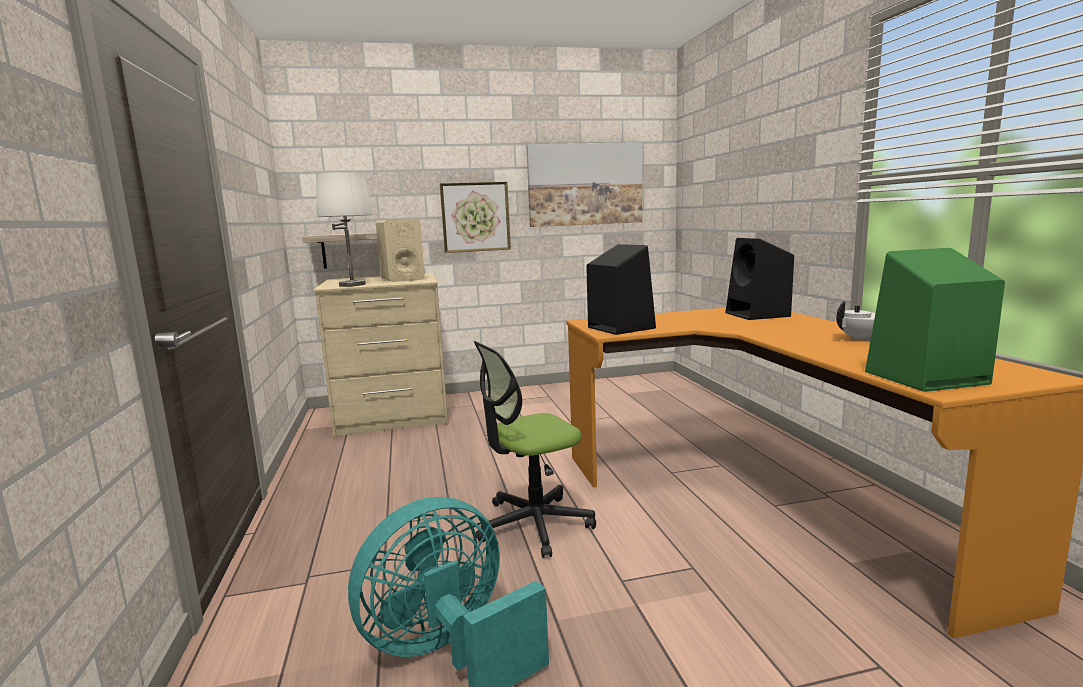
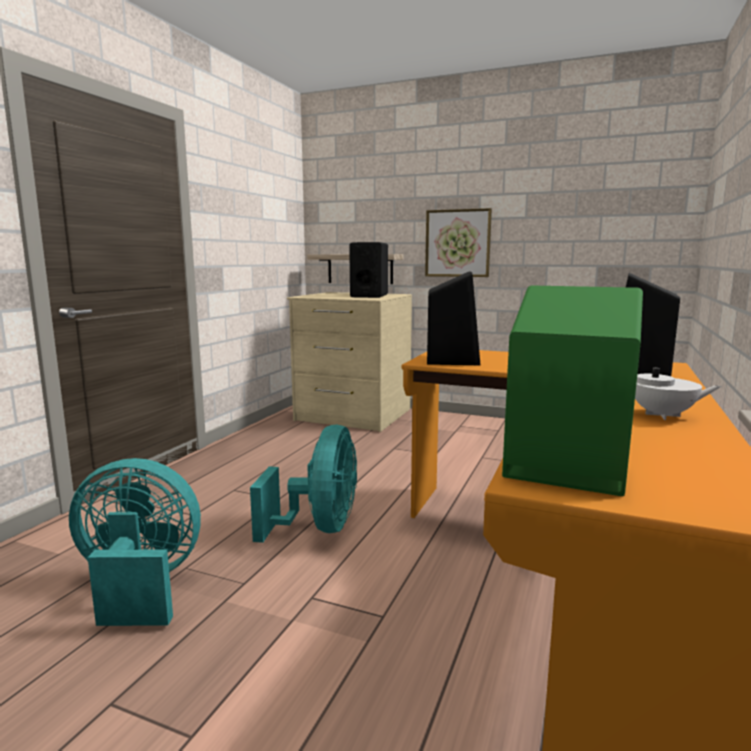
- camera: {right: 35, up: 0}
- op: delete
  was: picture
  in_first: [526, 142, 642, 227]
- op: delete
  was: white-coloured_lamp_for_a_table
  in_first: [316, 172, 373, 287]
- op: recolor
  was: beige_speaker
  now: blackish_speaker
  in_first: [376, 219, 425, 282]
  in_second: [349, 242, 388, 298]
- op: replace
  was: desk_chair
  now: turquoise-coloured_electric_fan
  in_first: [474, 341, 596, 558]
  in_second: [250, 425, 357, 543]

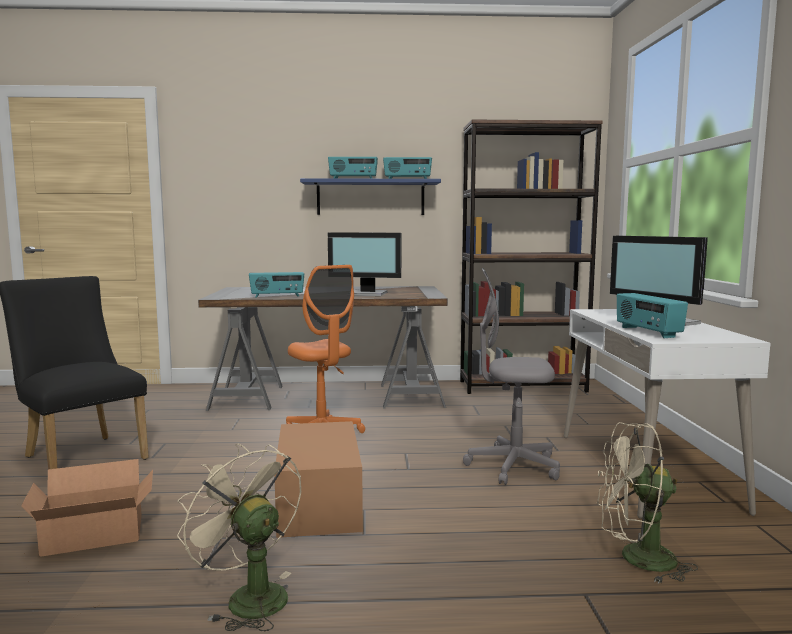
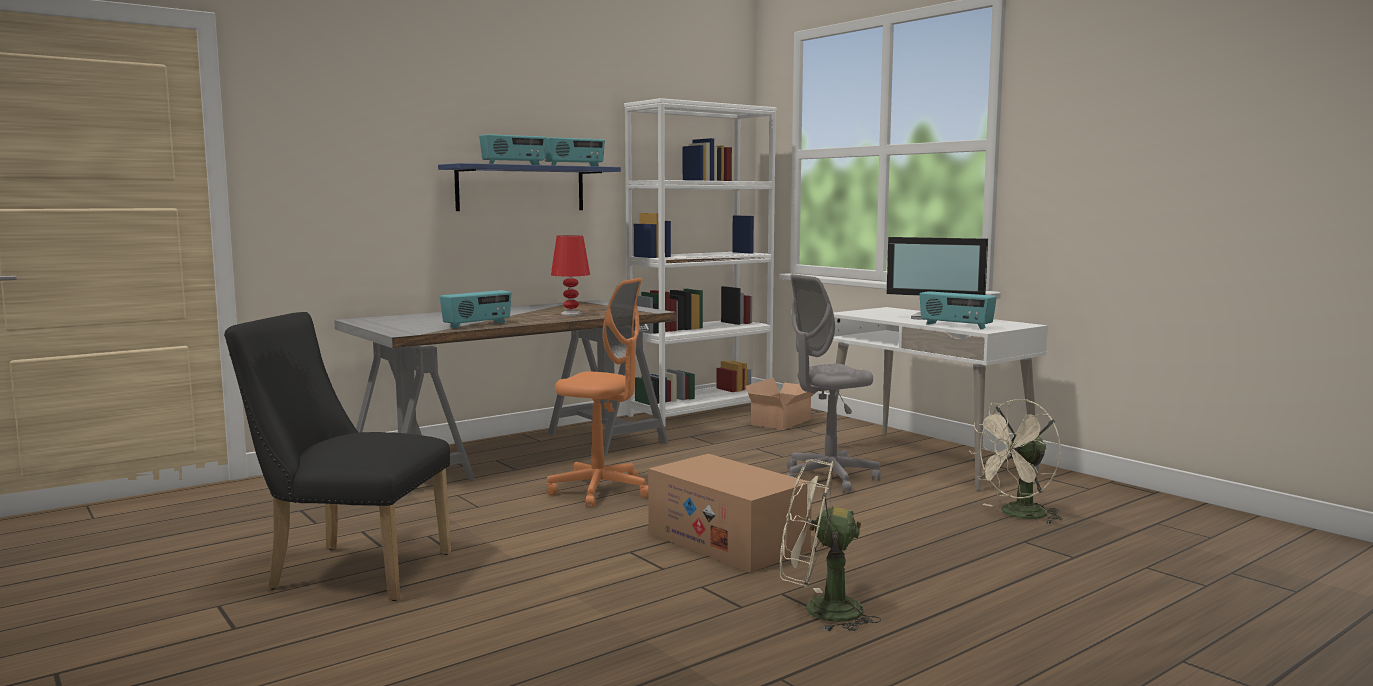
- camera: {right: -35, up: 0}
- op: recolor
  was: brown_bookshelf
  now: white-coloured_bookshelf
  in_first: [460, 120, 603, 394]
  in_second: [624, 98, 777, 427]
- op: replace
  was: monitor
  now: red_lamp_for_a_table
  in_first: [328, 232, 401, 296]
  in_second: [551, 235, 590, 316]
- op: move
  was: packing_box
  in_first: [21, 459, 153, 557]
  in_second: [745, 378, 814, 430]

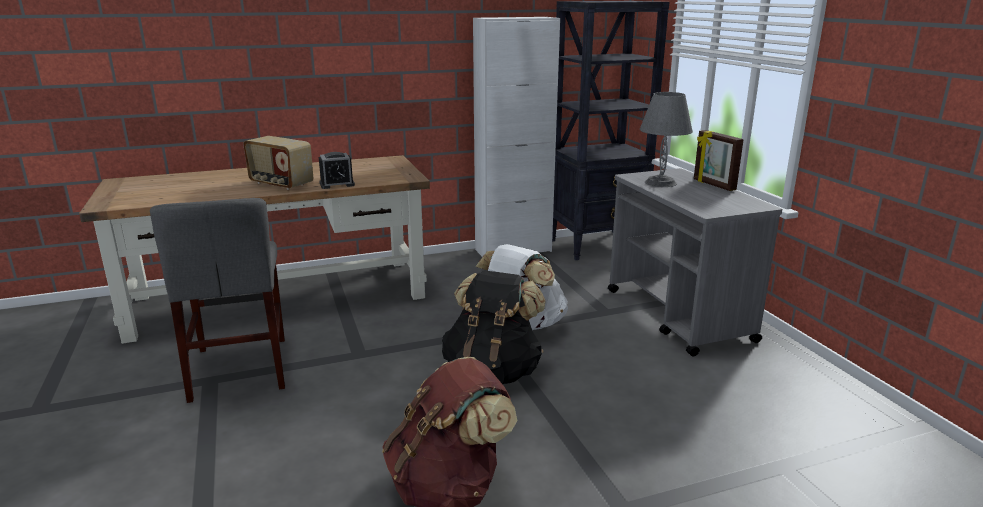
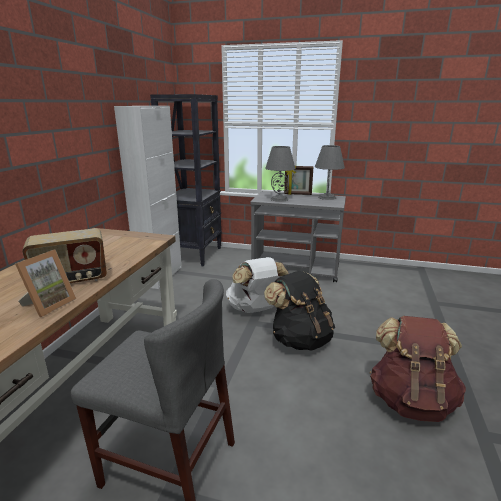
- camera: {right: -55, up: 0}
- op: delete
  was: alarm_clock
  in_first: [319, 152, 355, 189]
- op: insert
  now: gray_lamp_for_a_table
  in_second: [315, 145, 345, 200]
- op: insert
  now: photo_frame
  in_second: [15, 249, 76, 317]

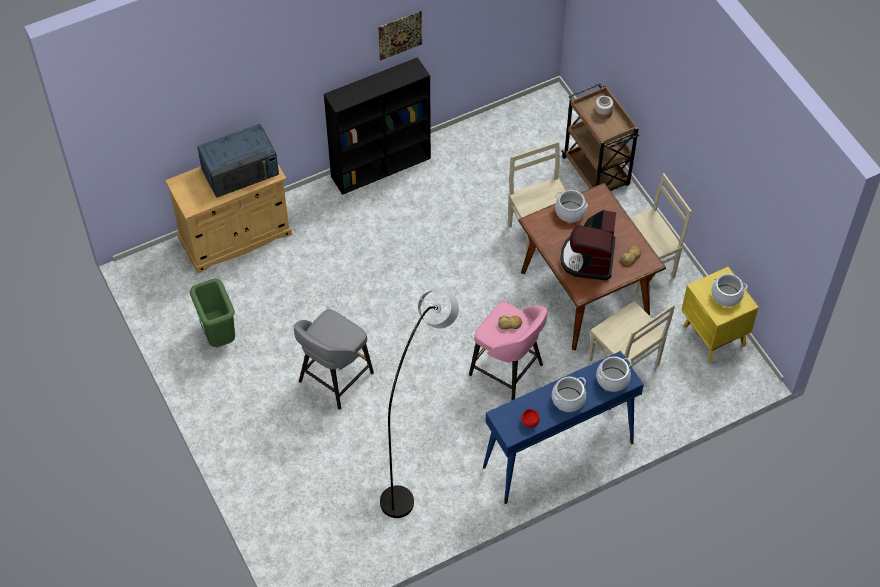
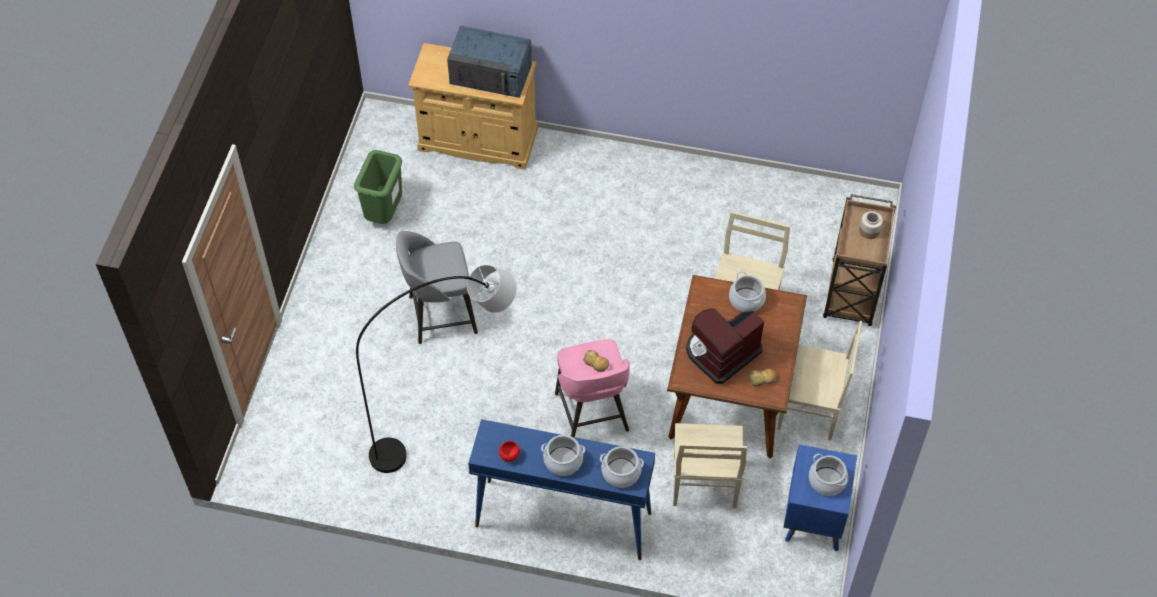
- camera: {right: 40, up: 0}
- op: delete
  was: picture
  in_first: [378, 11, 422, 61]
- op: delete
  was: blackish_bookshelf
  in_first: [324, 57, 431, 195]
- op: recolor
  was: yellow_nightstand
  now: blue-coloured_nightstand
  in_first: [681, 267, 759, 363]
  in_second: [783, 444, 857, 551]

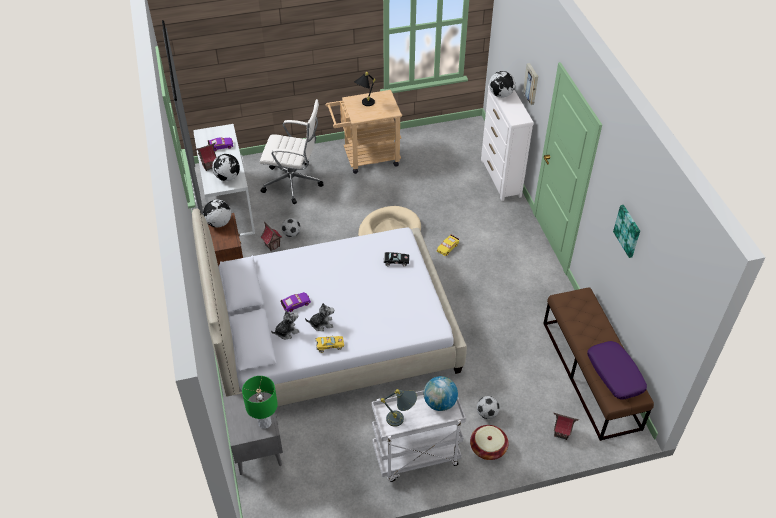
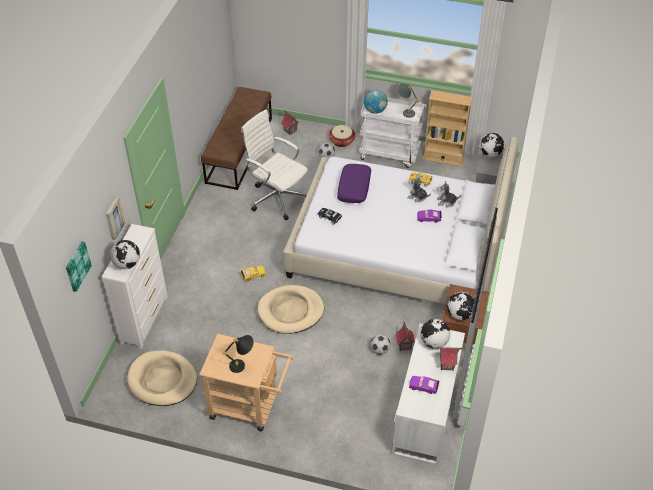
- camera: {right: -150, up: 0}
- op: move
  was: white-coloured_desk_chair
  in_first: [260, 99, 324, 204]
  in_second: [241, 109, 308, 220]
- op: move
  was: picture
  in_first: [613, 205, 640, 258]
  in_second: [66, 241, 92, 292]
- op: move
  was: purple_pillow
  in_first: [587, 341, 647, 400]
  in_second: [337, 164, 371, 203]
- op: replace
  was: green_lamp_for_a_table
  now: desk_globe
  in_first: [242, 376, 278, 429]
  in_second: [480, 133, 504, 157]
- op: insert
  now: beige_bookshelf
  in_second: [423, 90, 473, 167]
- op: insert
  now: beige_dog_cushion
  in_second: [127, 350, 197, 406]

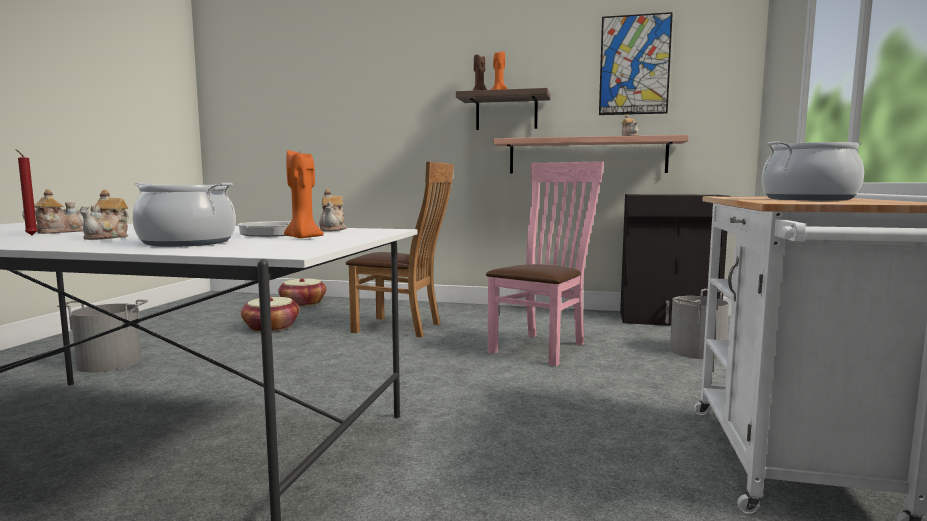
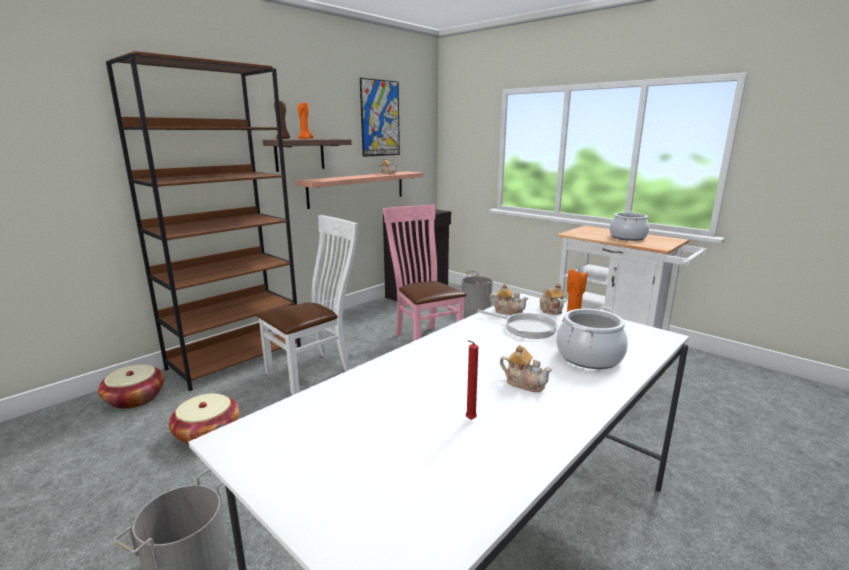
- camera: {right: -60, up: 10}
- op: recolor
  was: brown_plain_chair
  now: white-coloured_plain_chair
  in_first: [346, 162, 454, 337]
  in_second: [256, 215, 358, 395]
- op: move
  was: pot_for_tea
  in_first: [22, 189, 89, 234]
  in_second: [539, 283, 565, 315]
- op: insert
  now: brown_bookshelf
  in_second: [106, 51, 301, 391]

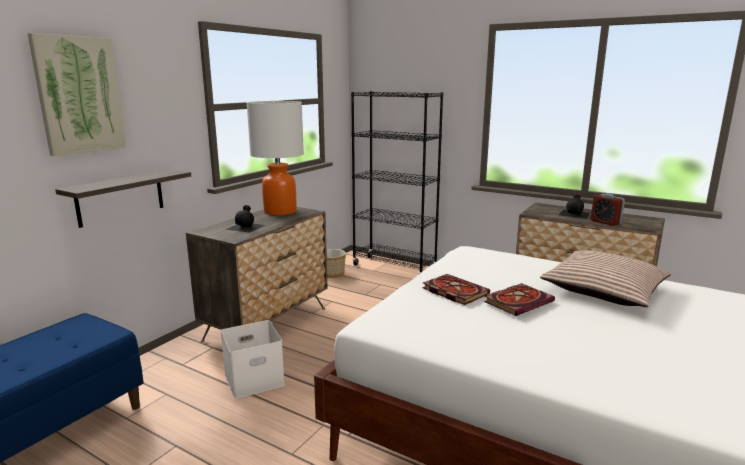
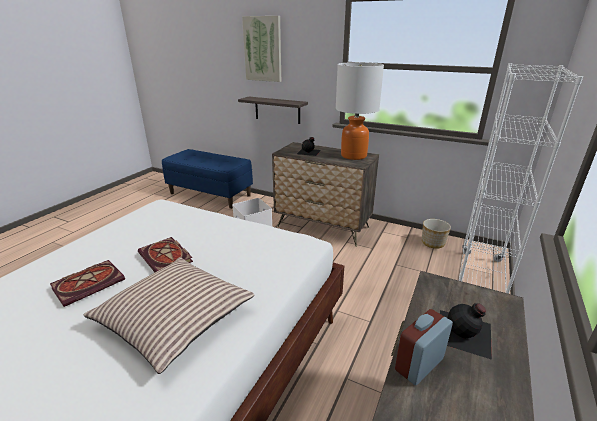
- camera: {right: 85, up: 10}
- op: recolor
  was: blackish_bookshelf
  now: white-coloured_bookshelf
  in_first: [351, 91, 443, 274]
  in_second: [459, 63, 583, 294]
- op: move
  was: bound_book
  in_first: [422, 274, 490, 305]
  in_second: [50, 260, 125, 307]

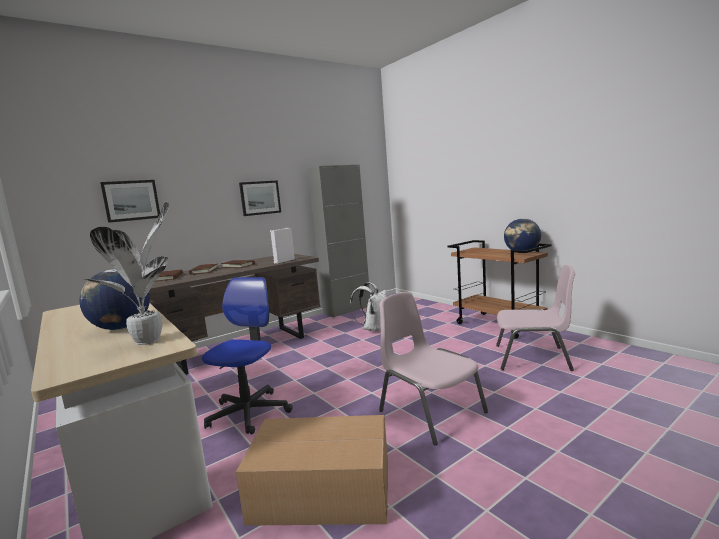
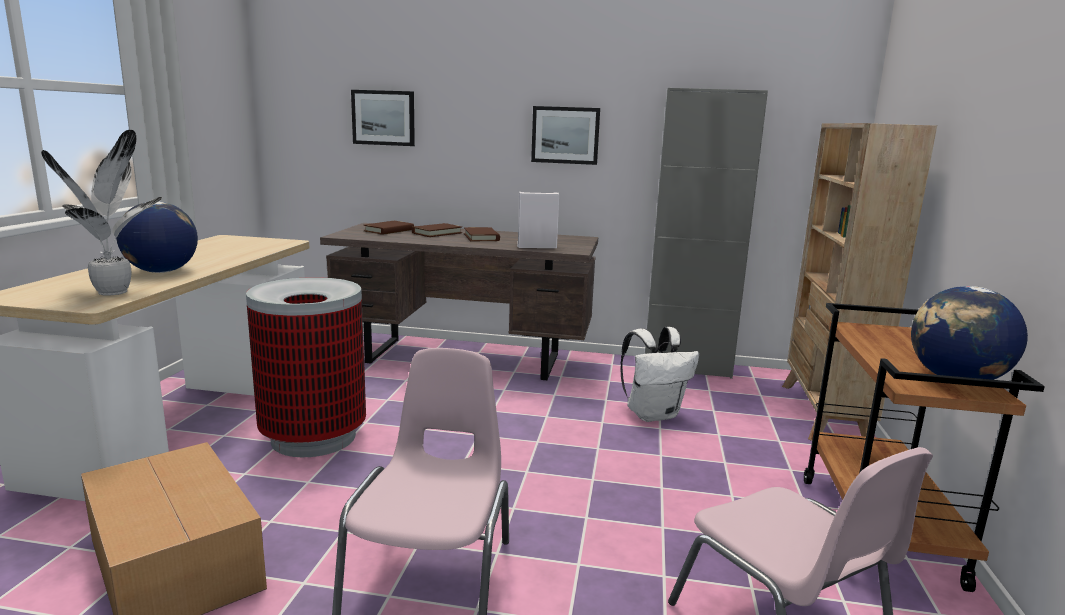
- camera: {right: 45, up: 5}
- op: replace
  was: desk_chair
  now: trash_can
  in_first: [202, 277, 293, 434]
  in_second: [246, 277, 366, 457]
- op: insert
  now: beige_bookshelf
  in_second: [782, 123, 937, 441]

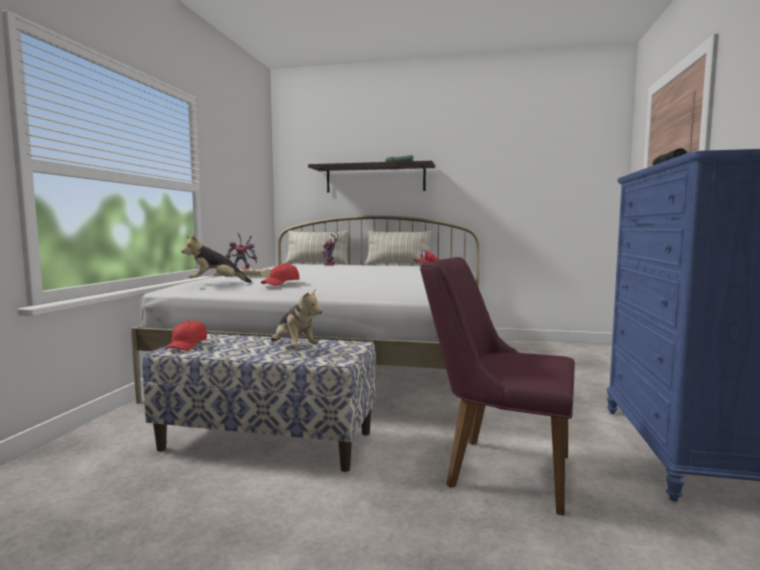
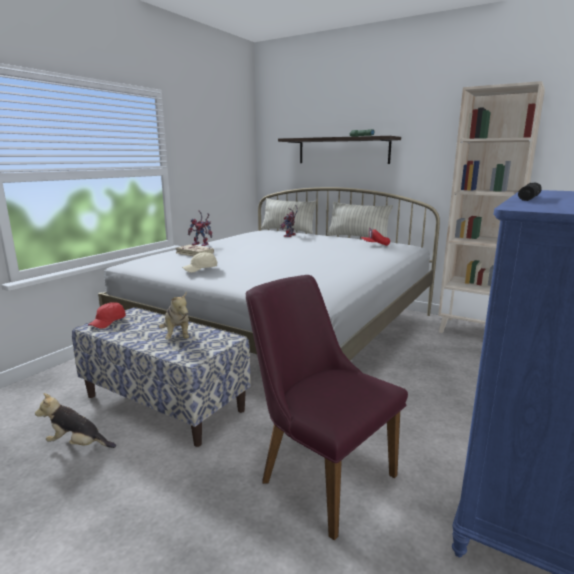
- camera: {right: 20, up: 10}
- op: move
  was: cuddly_toy
  in_first: [181, 235, 252, 283]
  in_second: [35, 393, 116, 448]
- op: recolor
  was: red_baseball_cap
  now: beige_baseball_cap
  in_first: [261, 264, 299, 286]
  in_second: [182, 252, 217, 273]
- op: insert
  now: beige_bookshelf
  in_second: [438, 81, 545, 333]

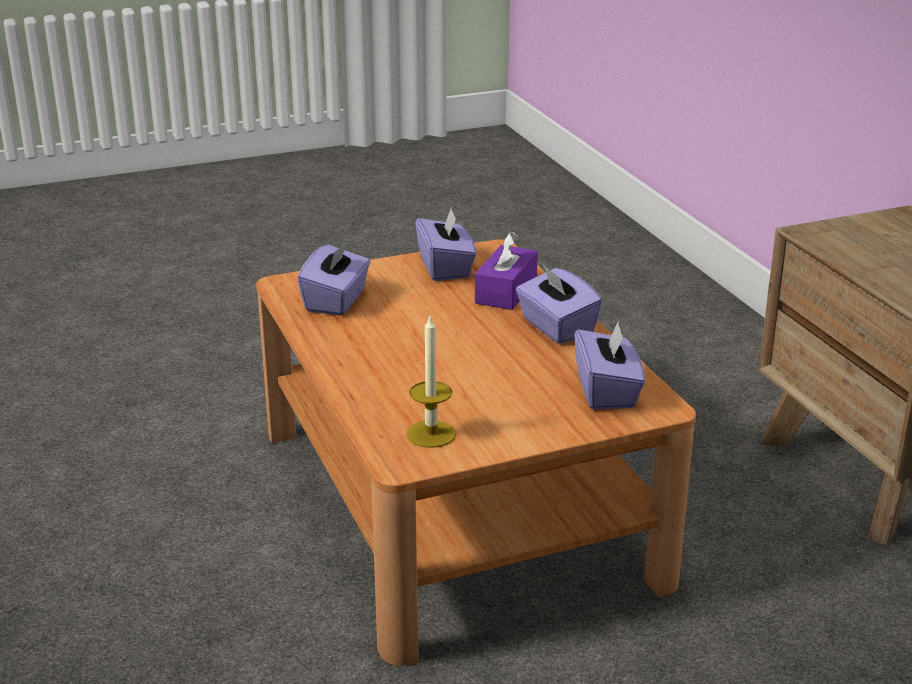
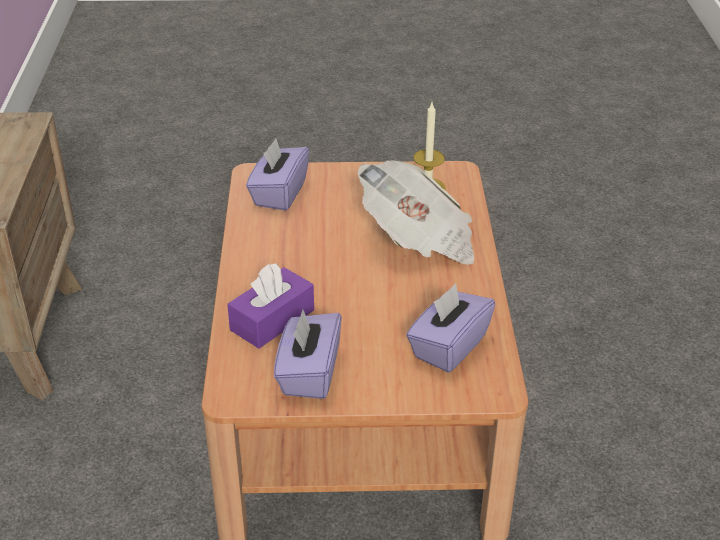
- camera: {right: -160, up: 10}
- op: delete
  was: purple_box_of_tissues
  in_first: [516, 264, 602, 344]
- op: insert
  now: printed_paper
  in_second: [357, 160, 474, 265]

